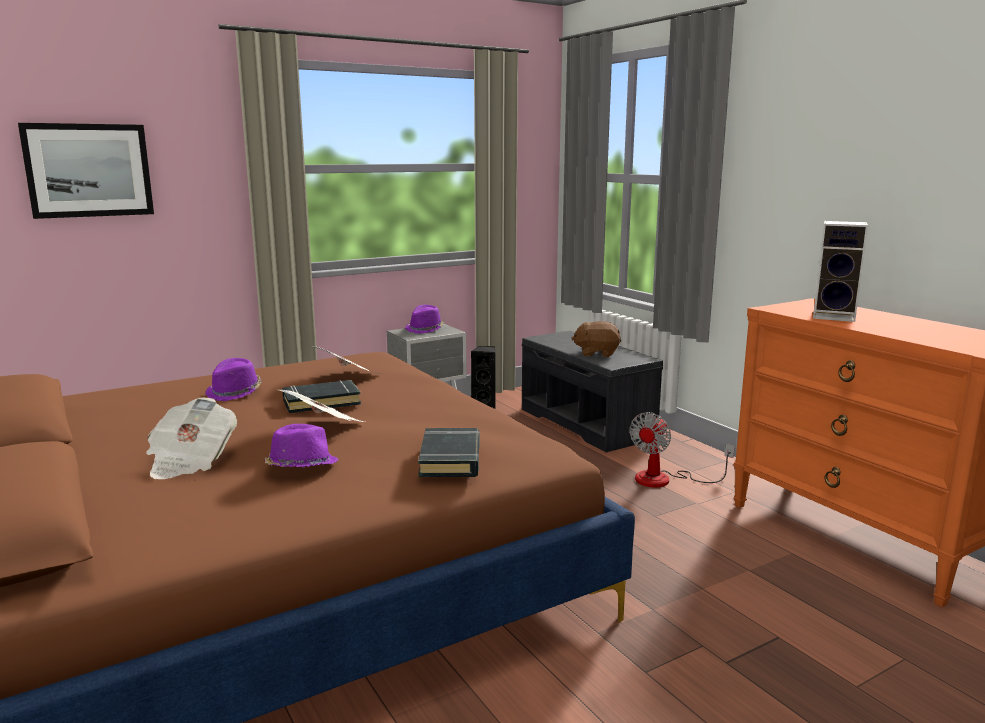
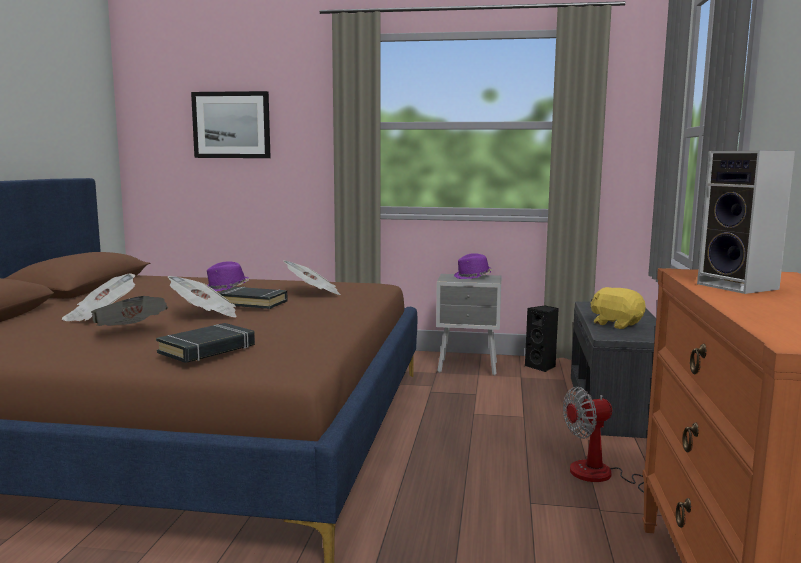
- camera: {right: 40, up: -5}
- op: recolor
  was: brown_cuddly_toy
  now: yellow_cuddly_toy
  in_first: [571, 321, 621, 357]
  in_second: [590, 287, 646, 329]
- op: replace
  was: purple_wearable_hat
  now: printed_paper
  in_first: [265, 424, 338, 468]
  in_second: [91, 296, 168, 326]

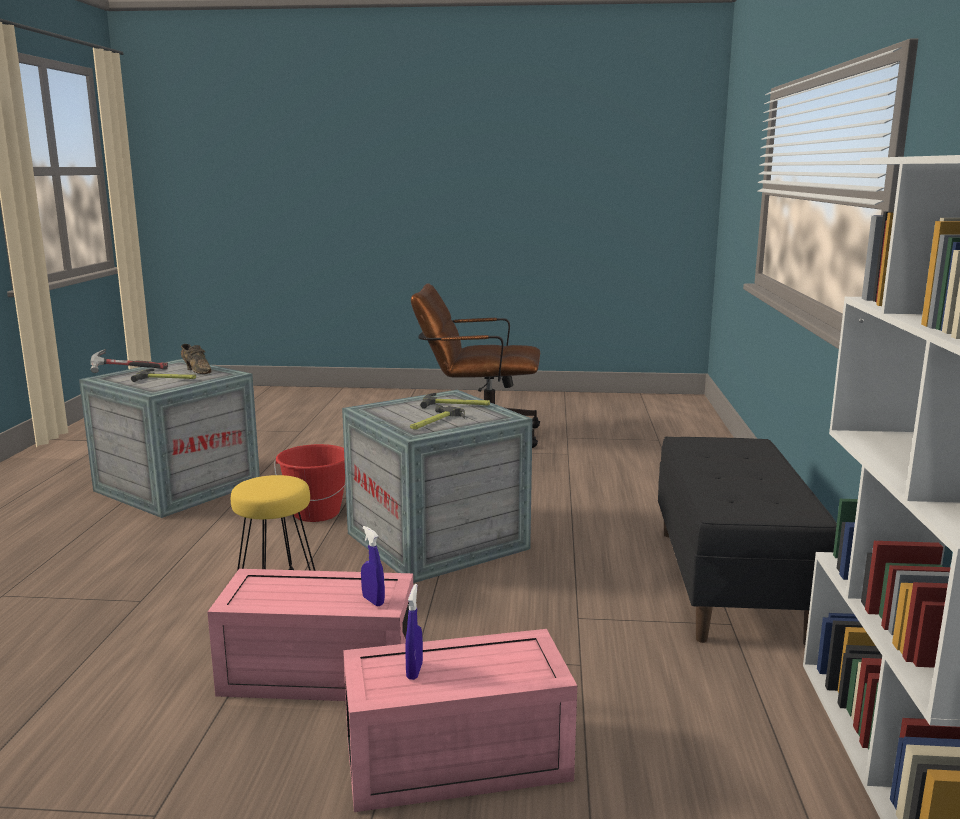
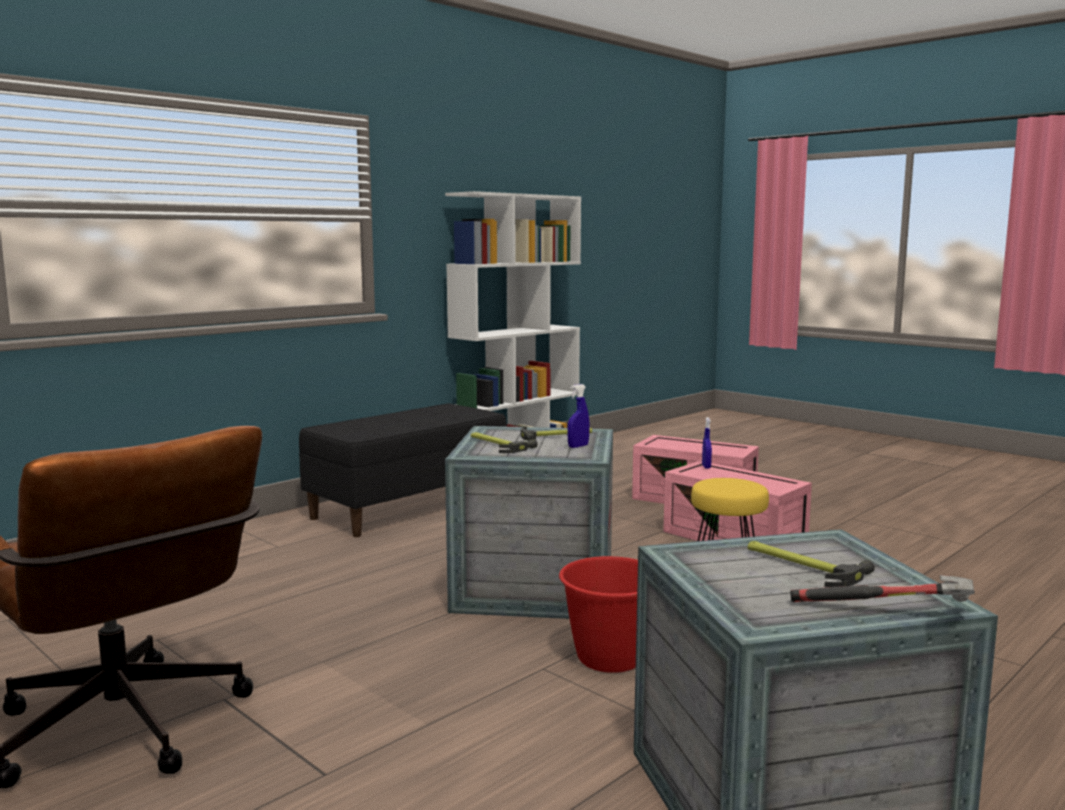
- camera: {right: -140, up: -5}
- op: delete
  was: brown_low_shoe
  in_first: [181, 344, 212, 374]
- op: move
  was: blue-coloured_spray_bottle
  in_first: [405, 584, 423, 680]
  in_second: [567, 384, 590, 448]

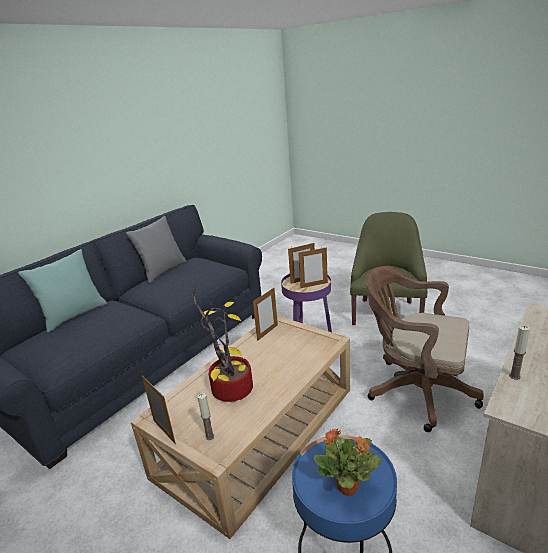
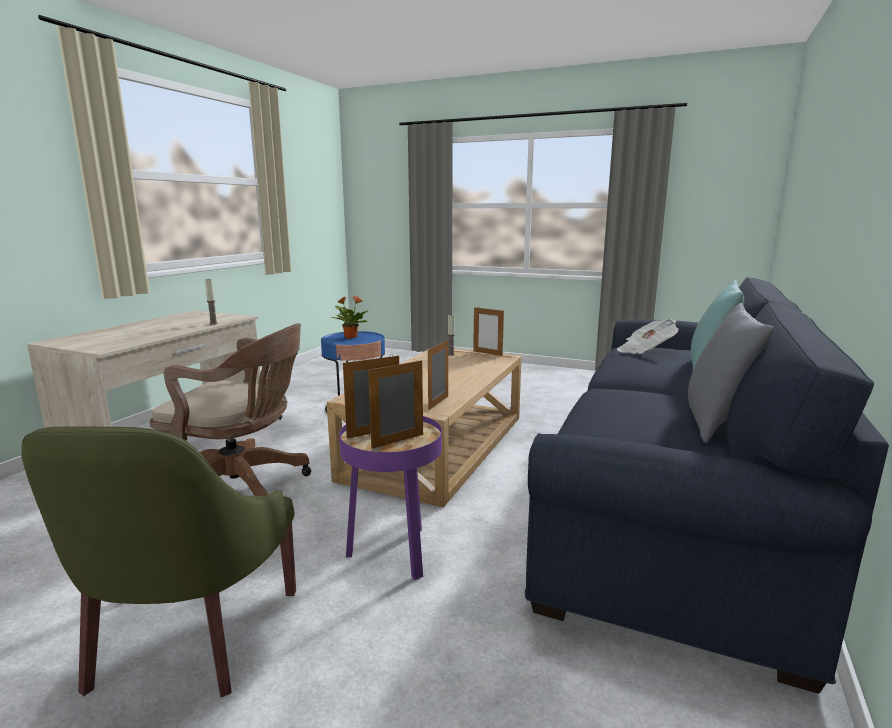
- camera: {right: 165, up: -10}
- op: delete
  was: plant_in_a_pot
  in_first: [193, 283, 253, 402]
- op: insert
  now: printed_paper
  in_second: [617, 319, 678, 354]

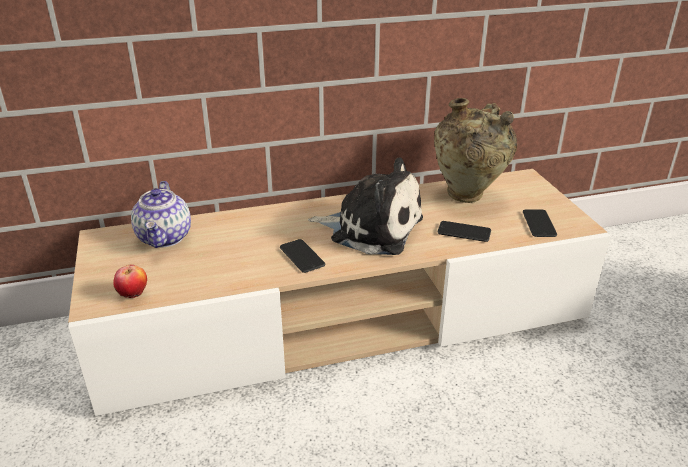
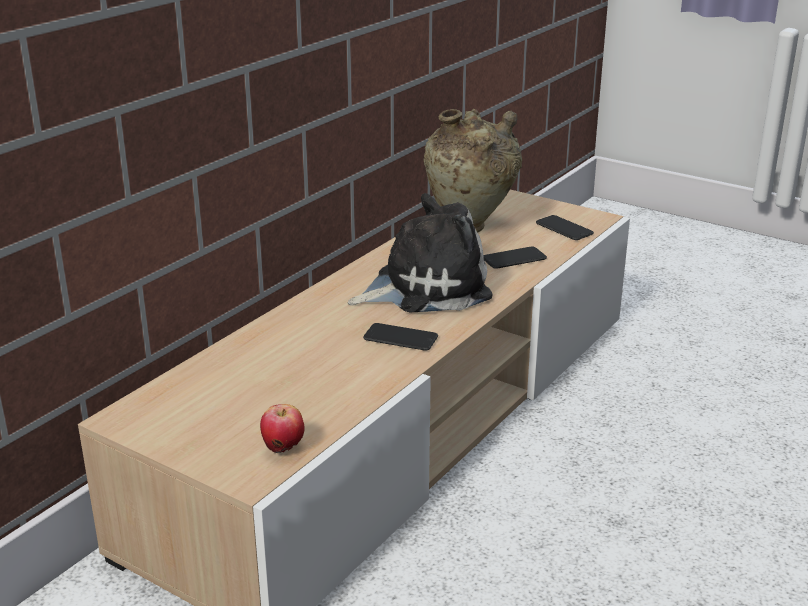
- camera: {right: -40, up: -5}
- op: delete
  was: pot_for_tea
  in_first: [131, 181, 191, 248]

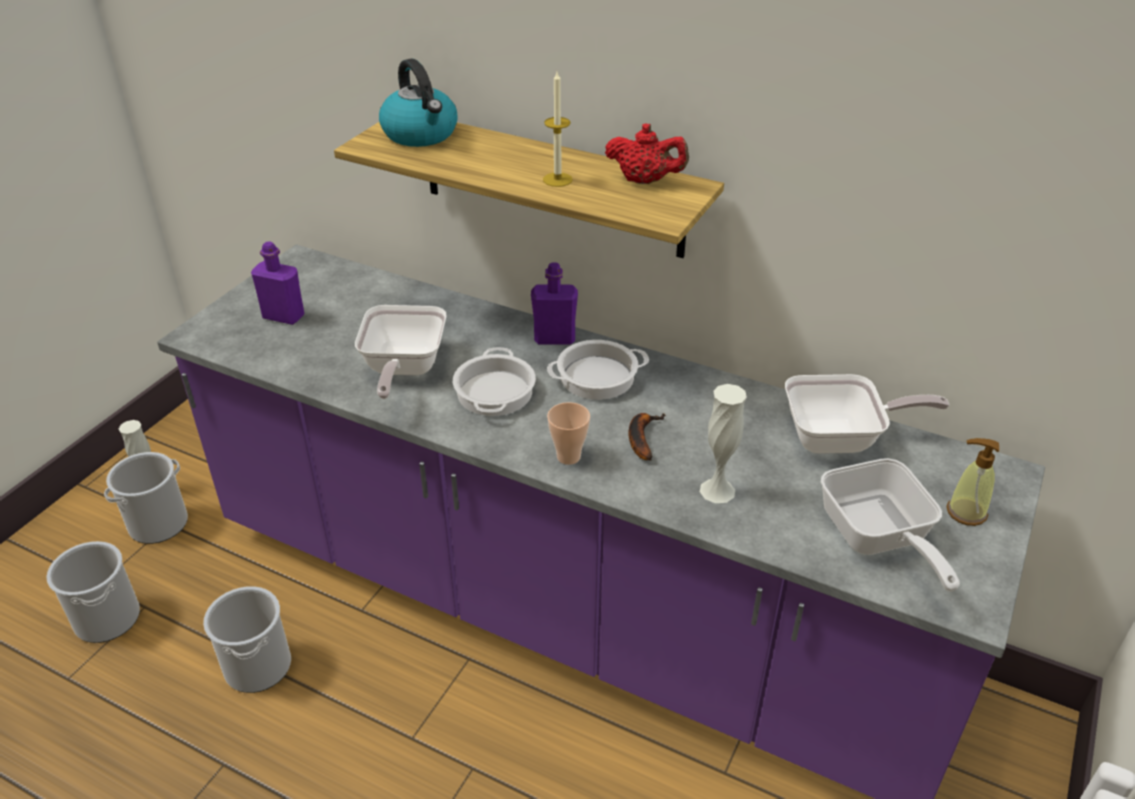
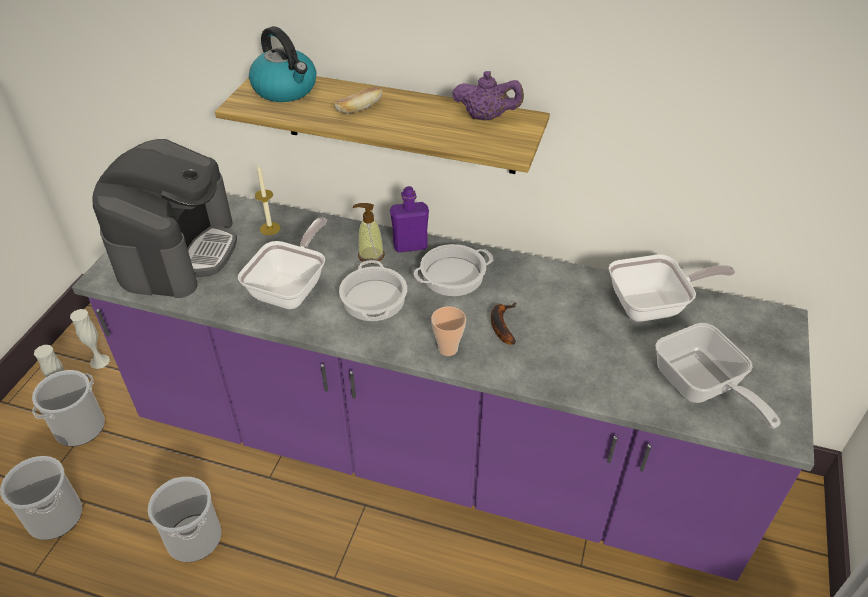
- camera: {right: -10, up: 5}
- op: move
  was: wax_light
  in_first: [543, 72, 573, 187]
  in_second: [255, 165, 280, 235]
- op: recolor
  was: red_pot_for_tea
  now: purple_pot_for_tea
  in_first: [605, 123, 689, 184]
  in_second: [452, 71, 524, 121]
- op: replace
  was: purple_beverage_bottle
  now: coffee_machine
  in_first: [251, 241, 304, 325]
  in_second: [93, 139, 237, 298]
- op: rotate
  was: frying_pan
  in_first: [355, 305, 447, 399]
  in_second: [238, 217, 327, 309]
  clockwise: -150
- op: move
  was: white-coloured_flower_vase
  in_first: [700, 384, 747, 503]
  in_second: [70, 309, 110, 369]
- op: move
  was: soap_dispenser
  in_first: [947, 438, 999, 526]
  in_second: [353, 203, 384, 264]
- op: insert
  now: bakery_bread
  in_second: [335, 87, 382, 113]

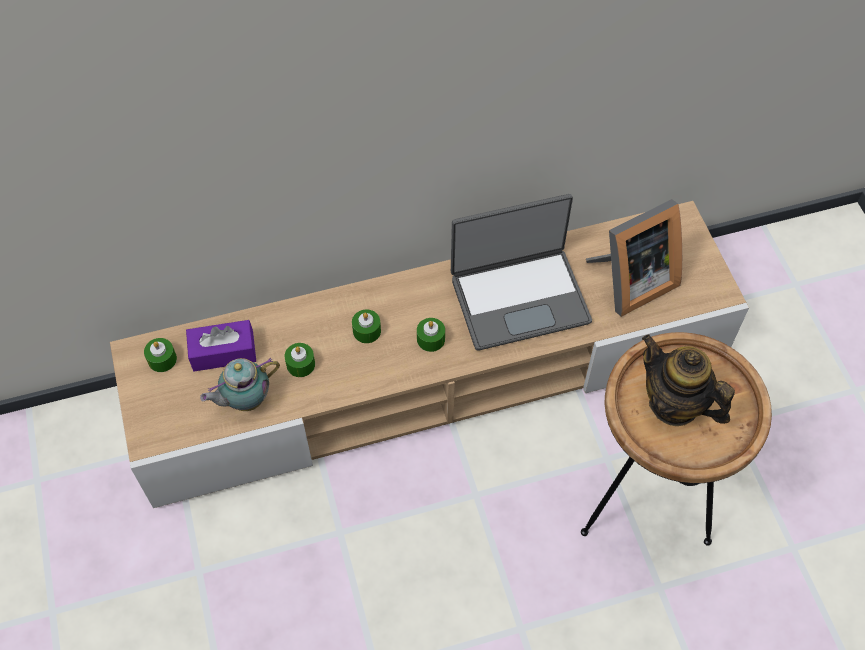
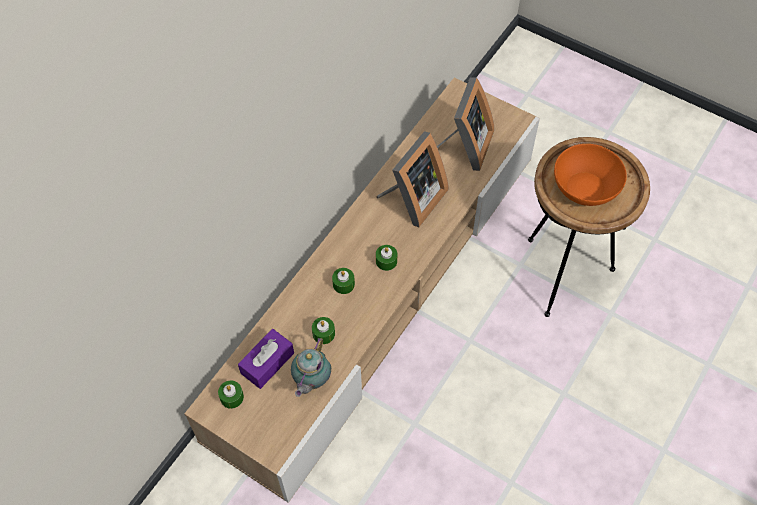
- camera: {right: -40, up: 0}
- op: replace
  was: notebook_computer
  now: photo_frame
  in_first: [451, 194, 592, 351]
  in_second: [376, 131, 449, 227]
- op: replace
  was: pot_for_tea
  now: orangey_bowl
  in_first: [642, 335, 735, 426]
  in_second: [554, 144, 627, 206]

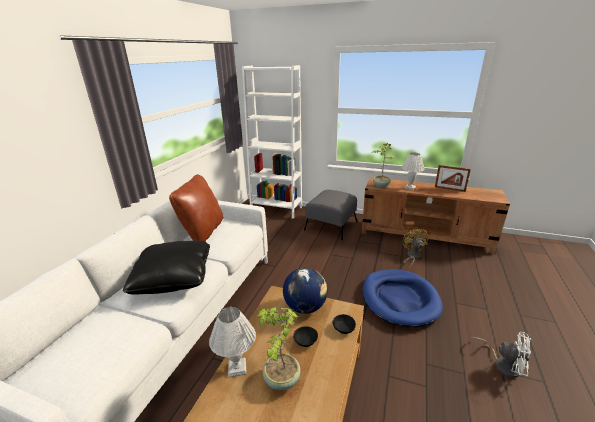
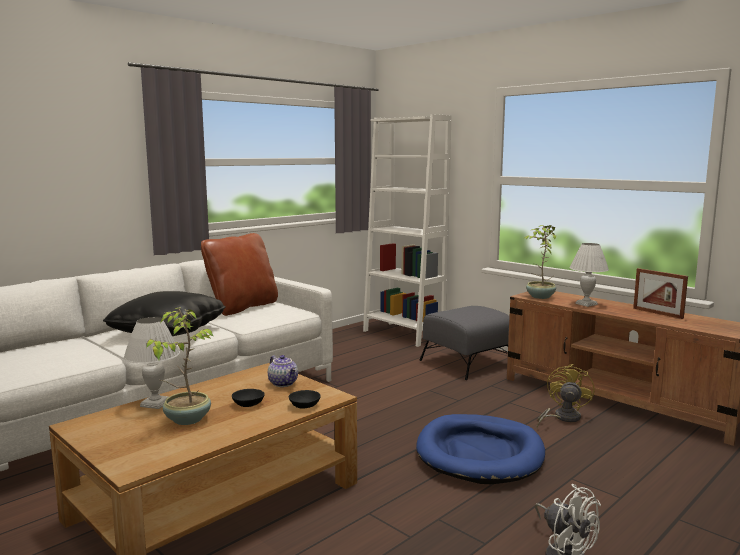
- camera: {right: 25, up: -15}
- op: replace
  was: desk_globe
  now: pot_for_tea
  in_first: [283, 268, 327, 314]
  in_second: [268, 355, 298, 387]

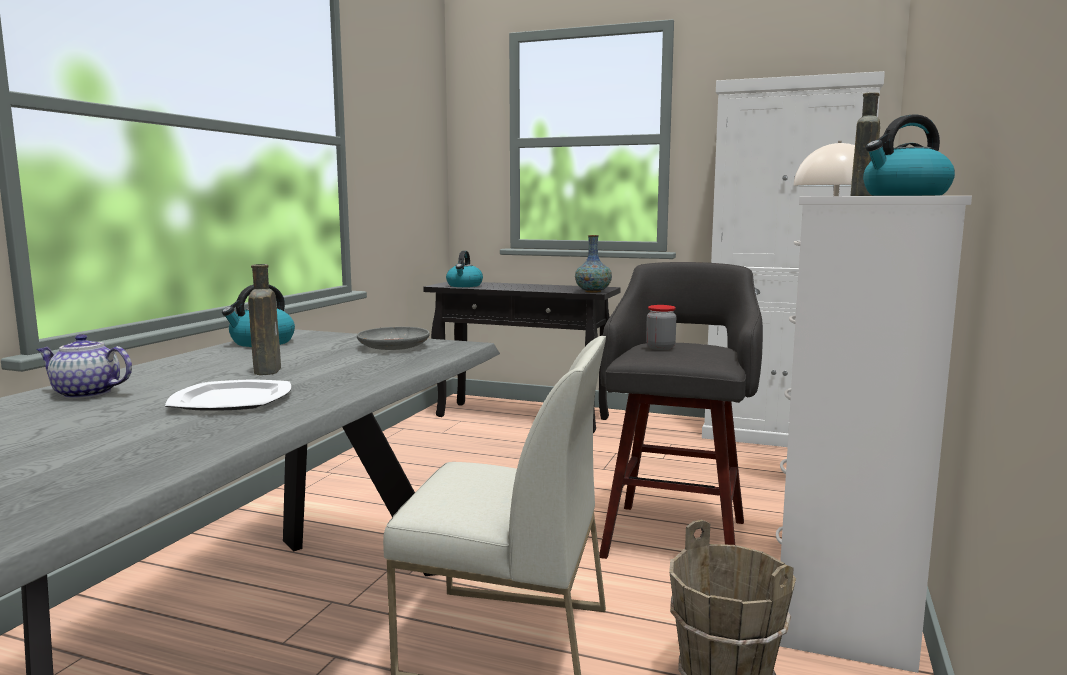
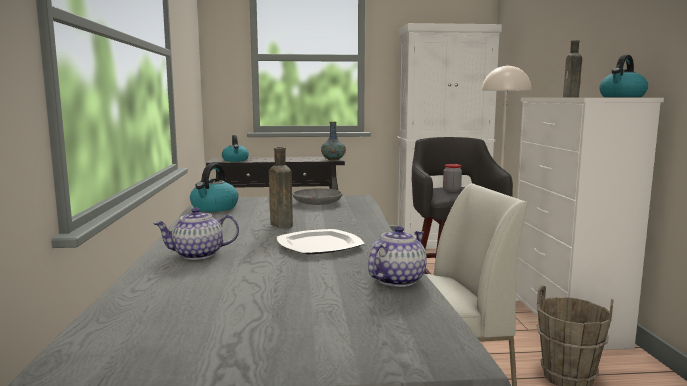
- camera: {right: -25, up: 0}
- op: insert
  now: pot_for_tea
  in_second: [368, 226, 427, 287]

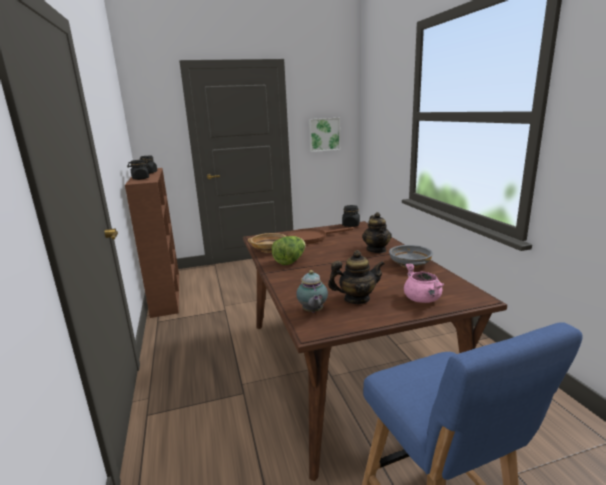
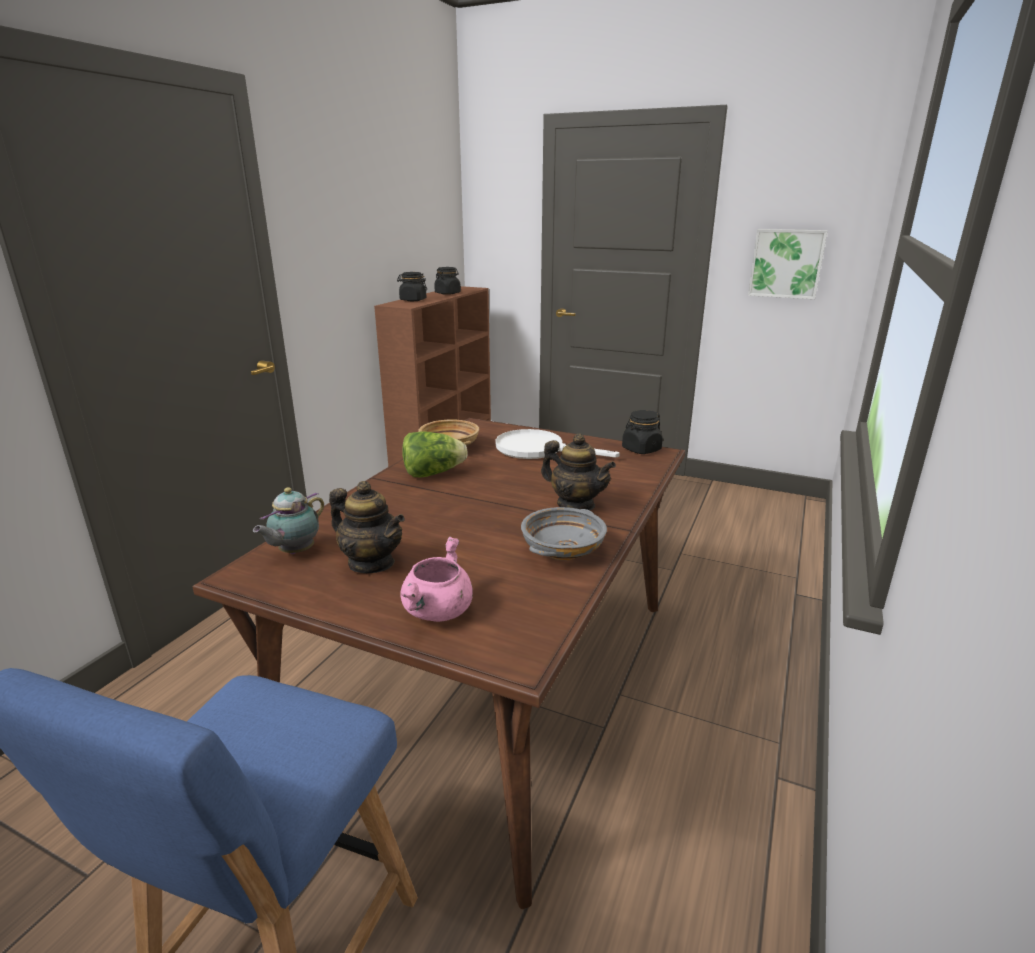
- camera: {right: 40, up: 5}
- op: rotate
  was: pot_for_tea
  in_first: [362, 212, 392, 253]
  in_second: [541, 434, 616, 510]
  clockwise: -90
- op: recolor
  was: brown_frying_pan
  now: white-coloured_frying_pan
  in_first: [288, 227, 353, 244]
  in_second: [496, 429, 620, 459]

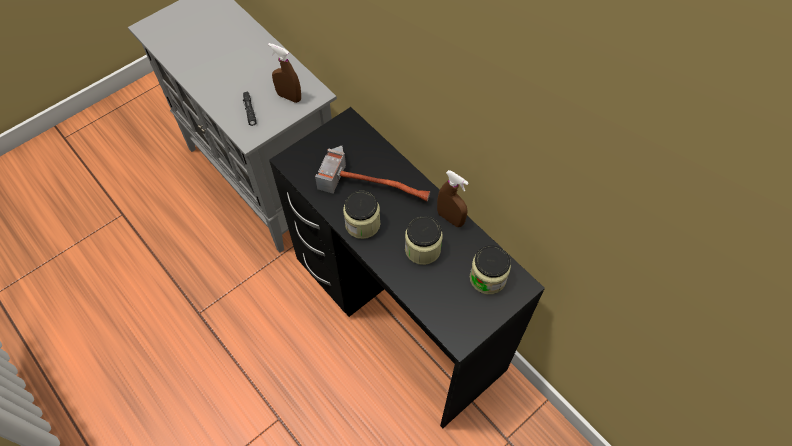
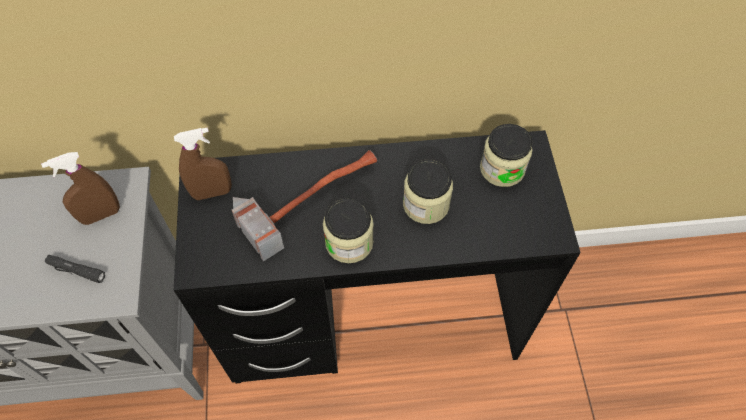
- camera: {right: -55, up: 0}
- op: move
  was: brown_spray_bottle
  in_first: [437, 170, 469, 227]
  in_second: [174, 128, 232, 200]

